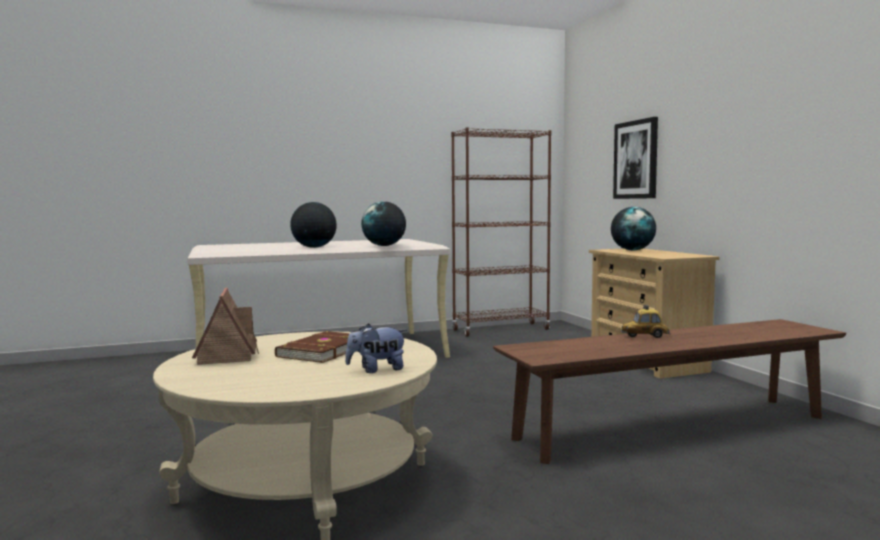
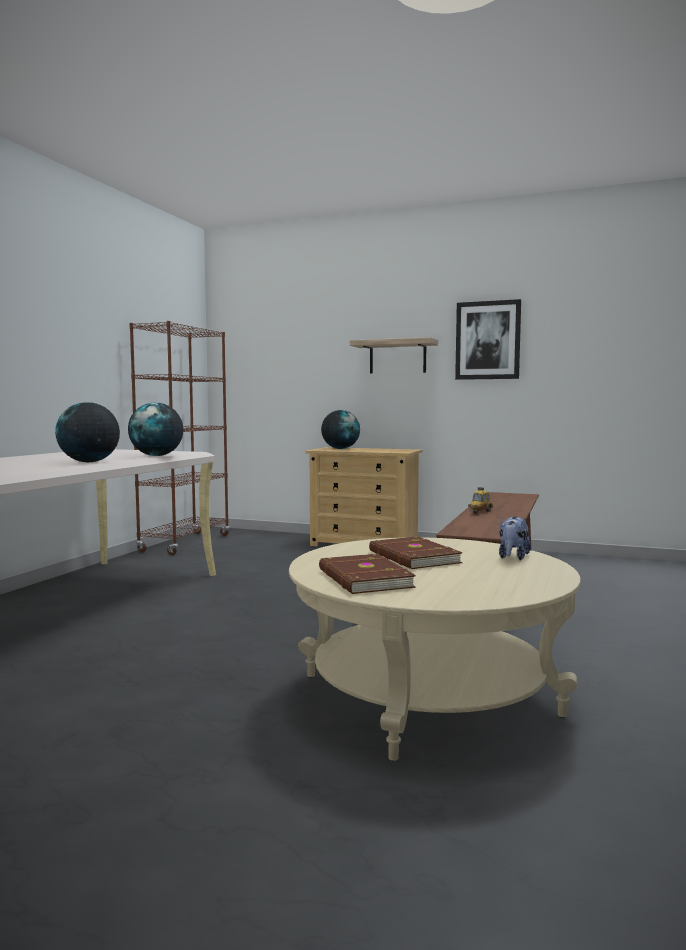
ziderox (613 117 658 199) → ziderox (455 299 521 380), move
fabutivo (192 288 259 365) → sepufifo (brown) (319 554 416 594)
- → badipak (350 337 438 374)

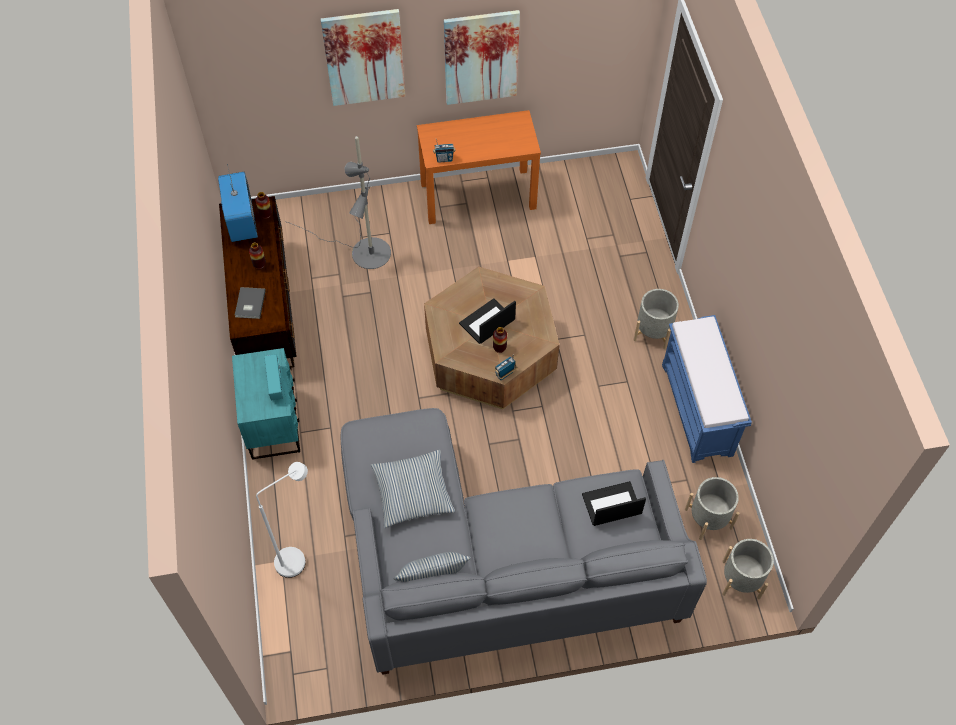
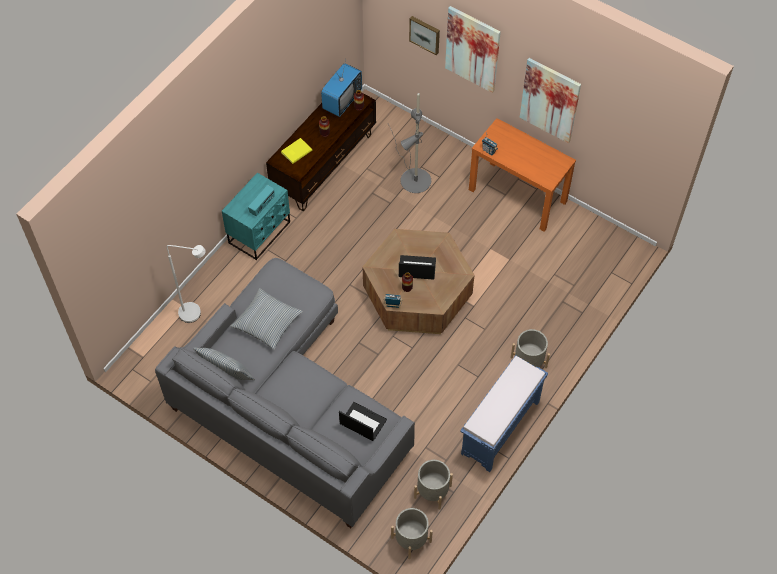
sepufifo (grey) (235 287 266 319) → sepufifo (yellow) (281 138 312 164)
- → ziderox (409 16 440 55)

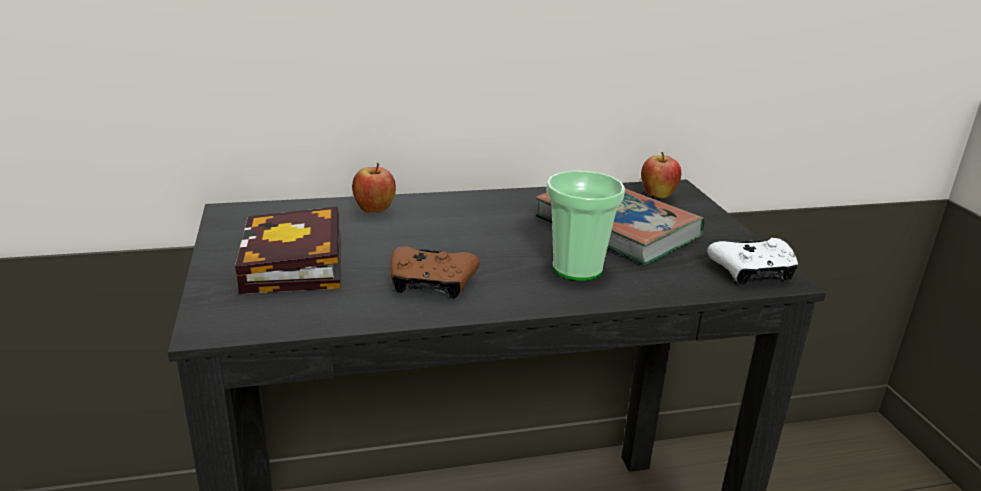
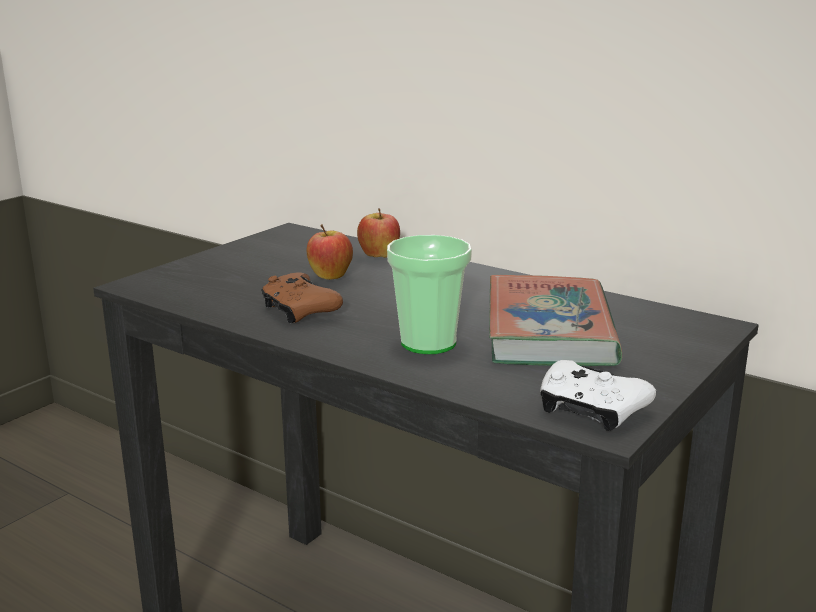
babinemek (641 152 681 198) → babinemek (307 224 353 280), move
sepufifo (235 207 340 294) → -

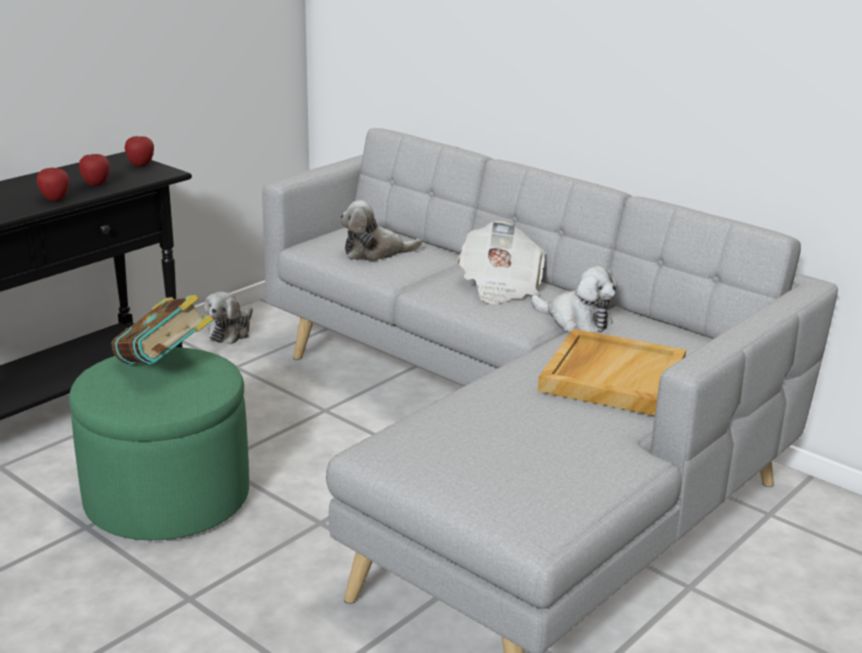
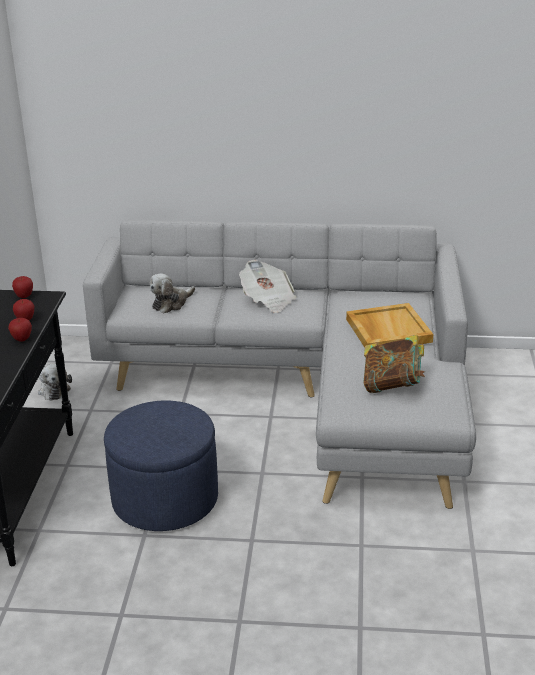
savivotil (531 266 617 333) → -
sepufifo (112 295 213 364) → sepufifo (364 335 425 393), move
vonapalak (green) (69 347 249 540) → vonapalak (blue) (104 400 218 531)

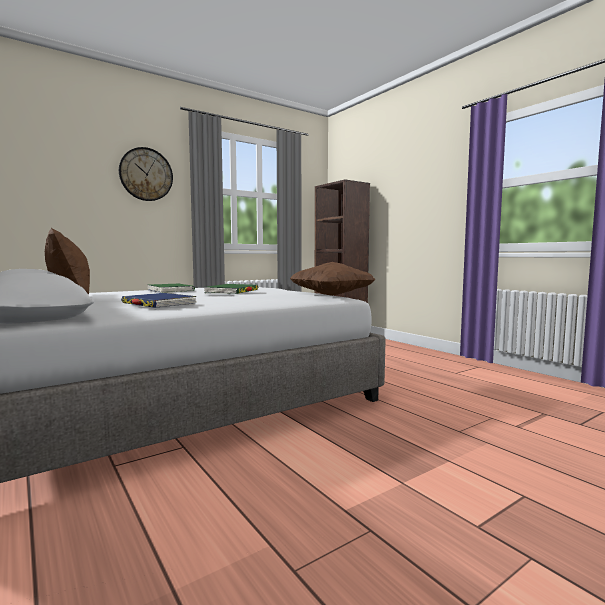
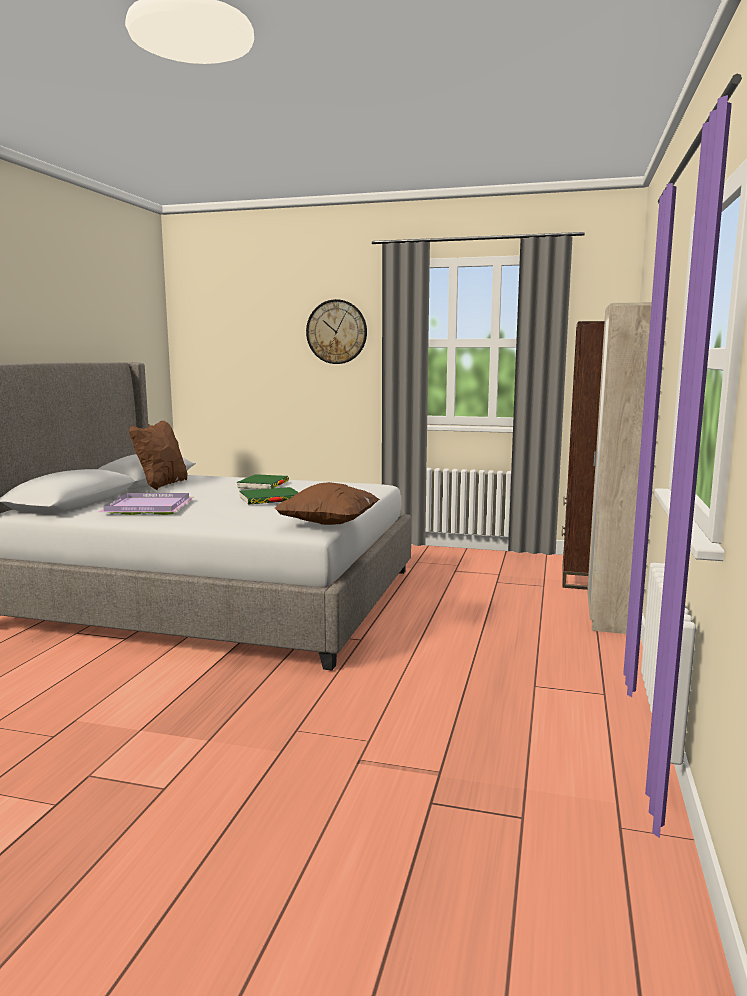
sepufifo (blue) (121 293 197 308) → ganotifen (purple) (99 493 194 515)
- → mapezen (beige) (587 302 652 634)

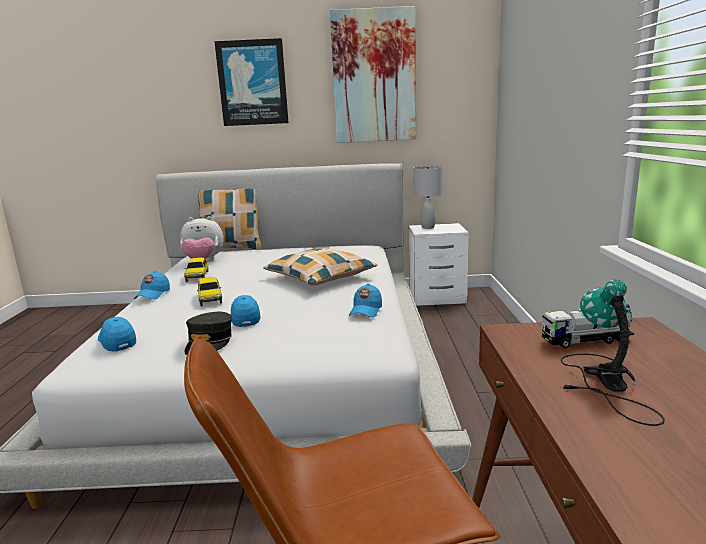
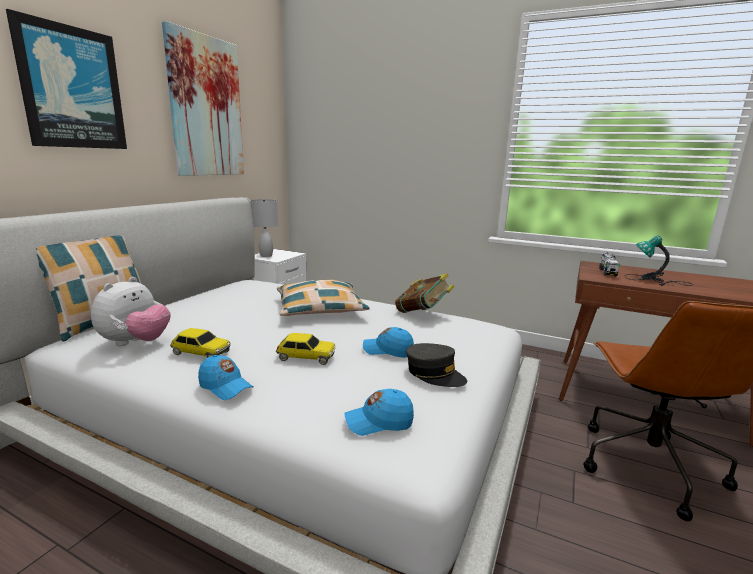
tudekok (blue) (349 284 382 318) → sepufifo (395 273 454 313)

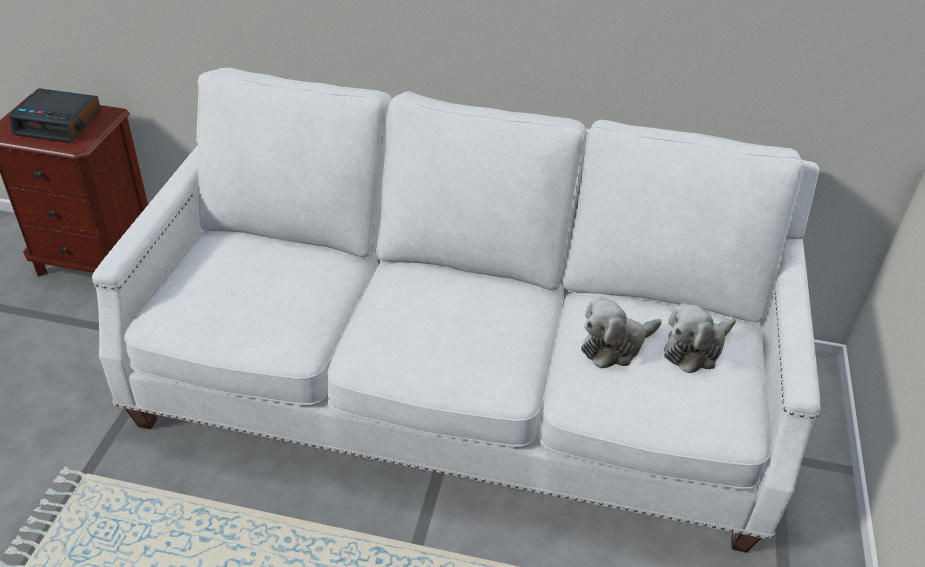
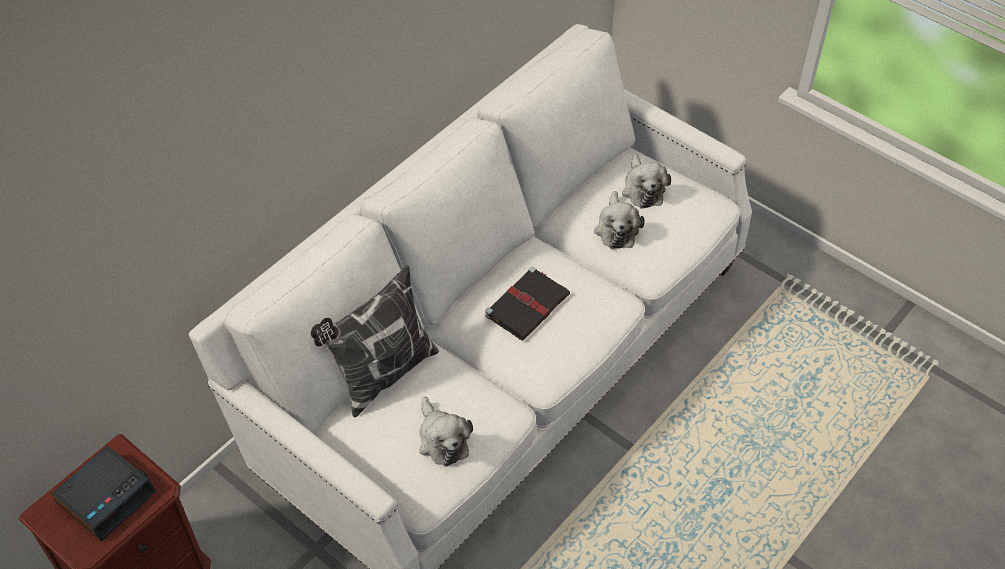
- → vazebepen (311 265 439 417)
- → sepufifo (black) (485 267 570 341)
- → savivotil (419 397 473 467)

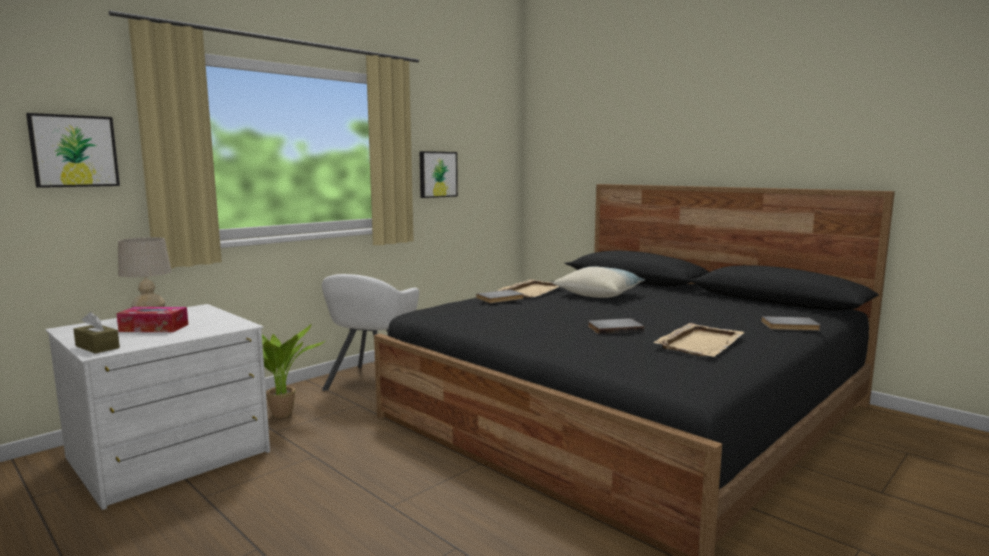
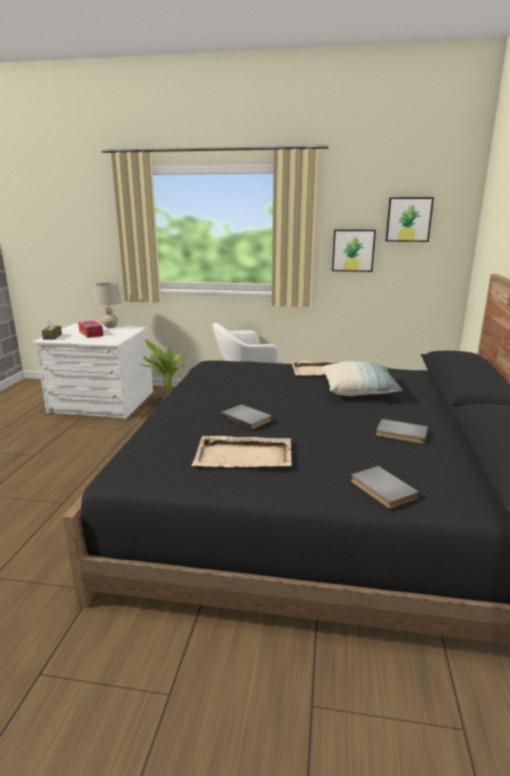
ziderox (26 113 120 188) → ziderox (386 197 434 242), move
sepufifo (grey) (476 290 524 303) → sepufifo (grey) (376 419 428 444), move

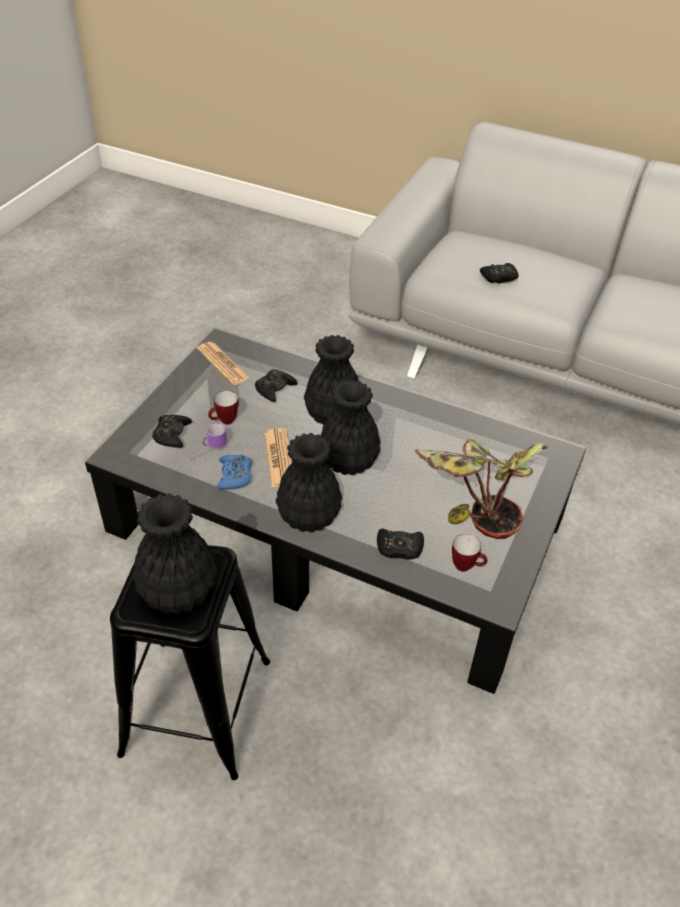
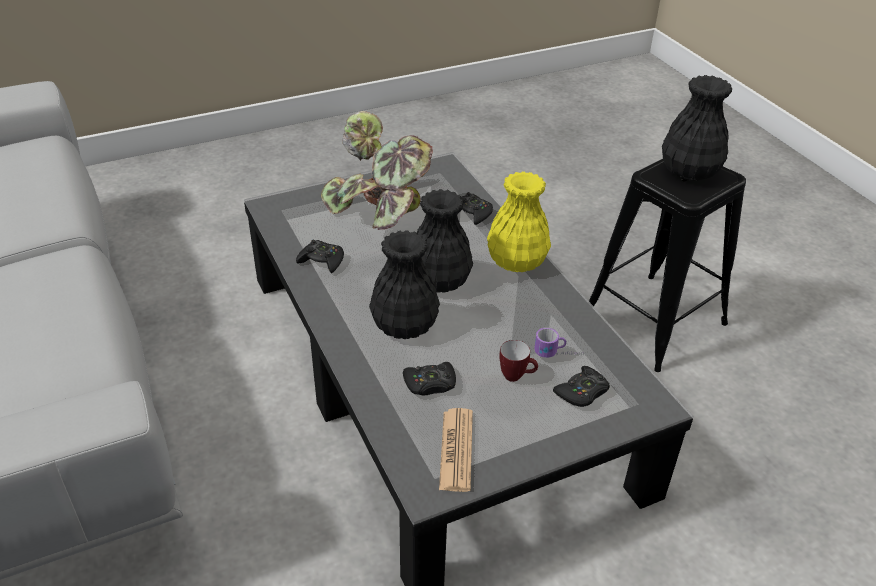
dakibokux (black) (480 263 518 283) → dakibokux (black) (296 240 344 273), move
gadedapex (264 428 292 488) → -
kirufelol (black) (276 433 342 532) → kirufelol (yellow) (487 171 551 272)
dakibokux (blue) (217 454 252 489) → -
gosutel (452 534 487 572) → -

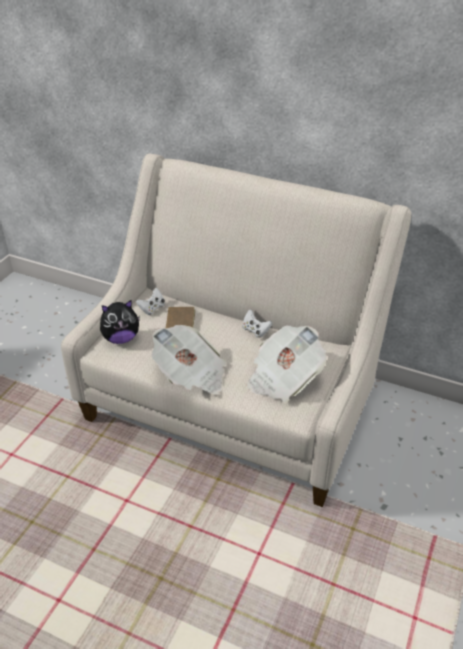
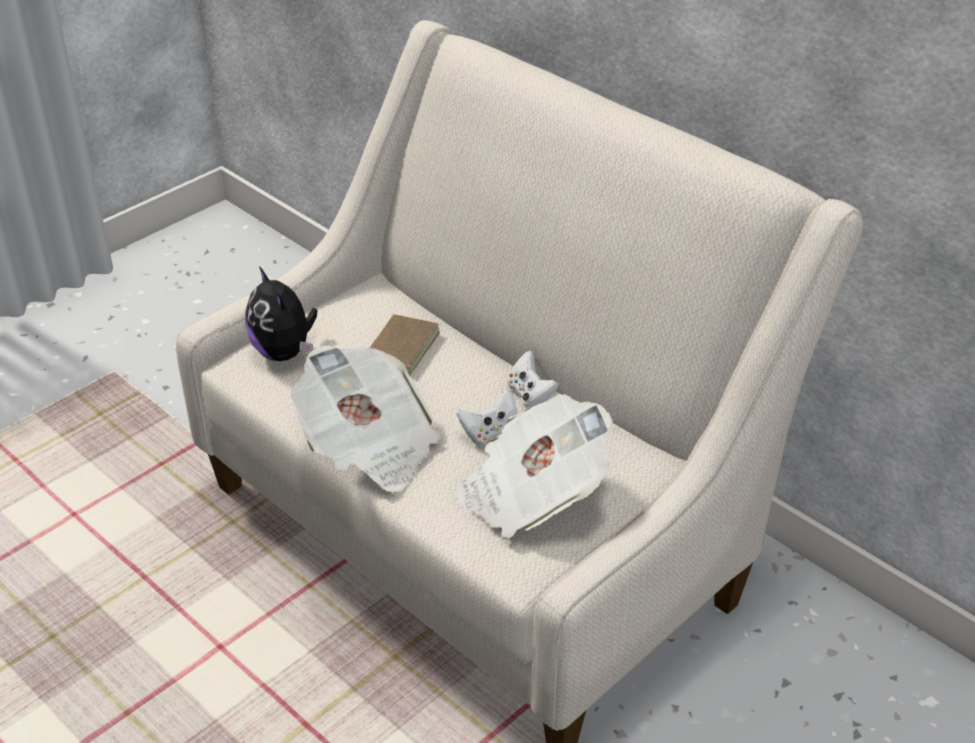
dakibokux (white) (136 288 165 315) → dakibokux (white) (456 390 518 446), move
savivotil (100 300 140 344) → savivotil (245 266 317 361), 60 degrees clockwise

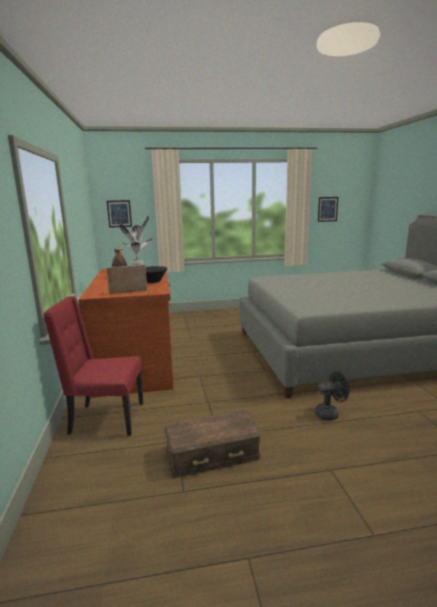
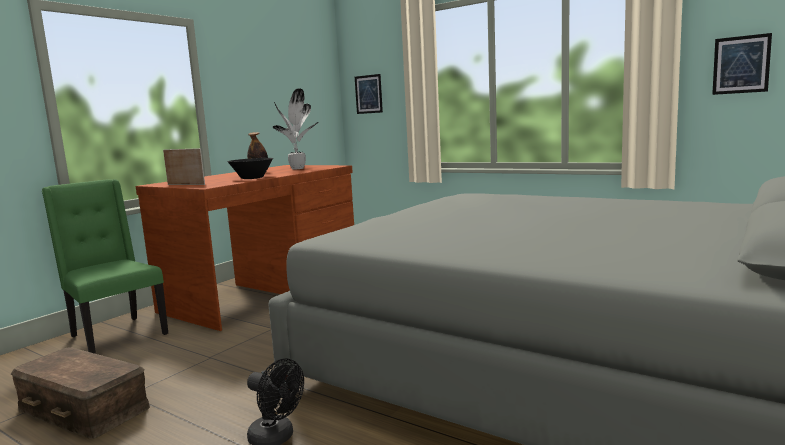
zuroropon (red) (43 296 143 436) → zuroropon (green) (42 179 168 354)

